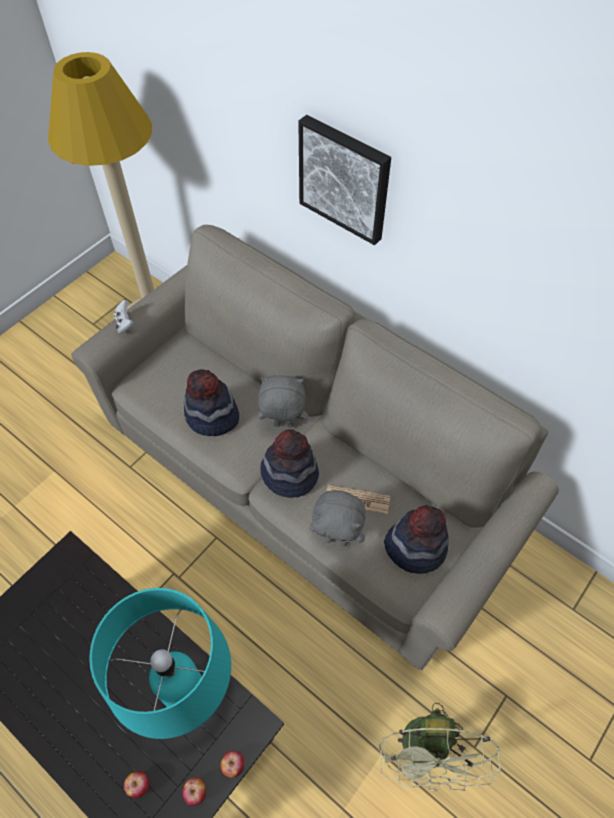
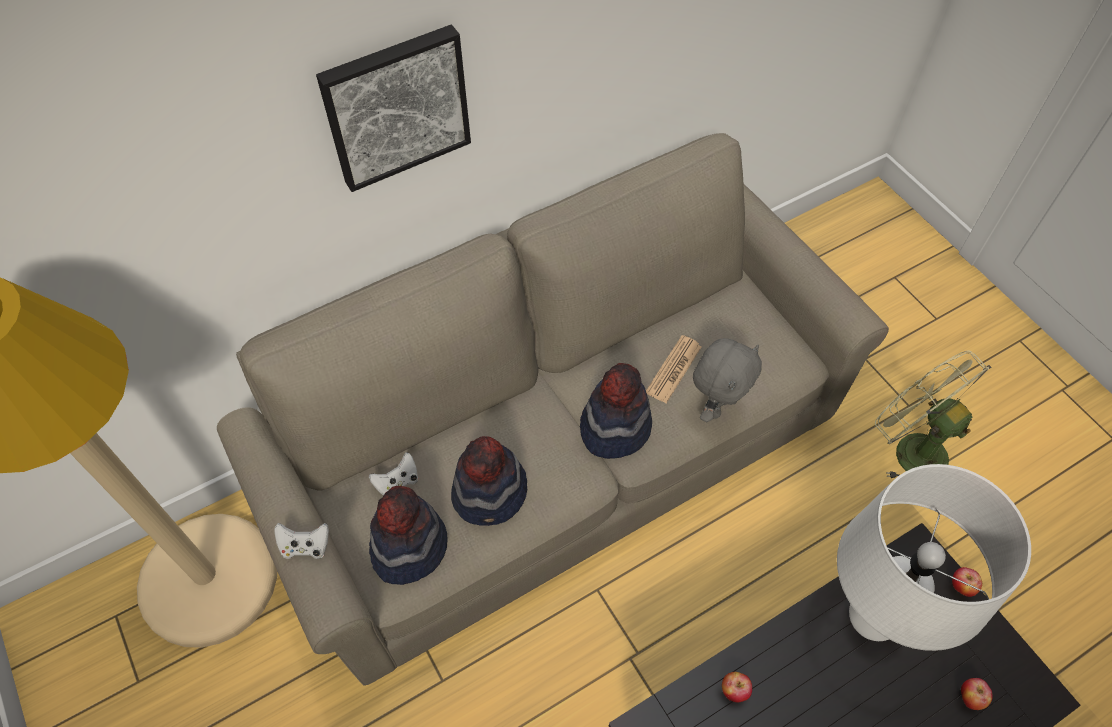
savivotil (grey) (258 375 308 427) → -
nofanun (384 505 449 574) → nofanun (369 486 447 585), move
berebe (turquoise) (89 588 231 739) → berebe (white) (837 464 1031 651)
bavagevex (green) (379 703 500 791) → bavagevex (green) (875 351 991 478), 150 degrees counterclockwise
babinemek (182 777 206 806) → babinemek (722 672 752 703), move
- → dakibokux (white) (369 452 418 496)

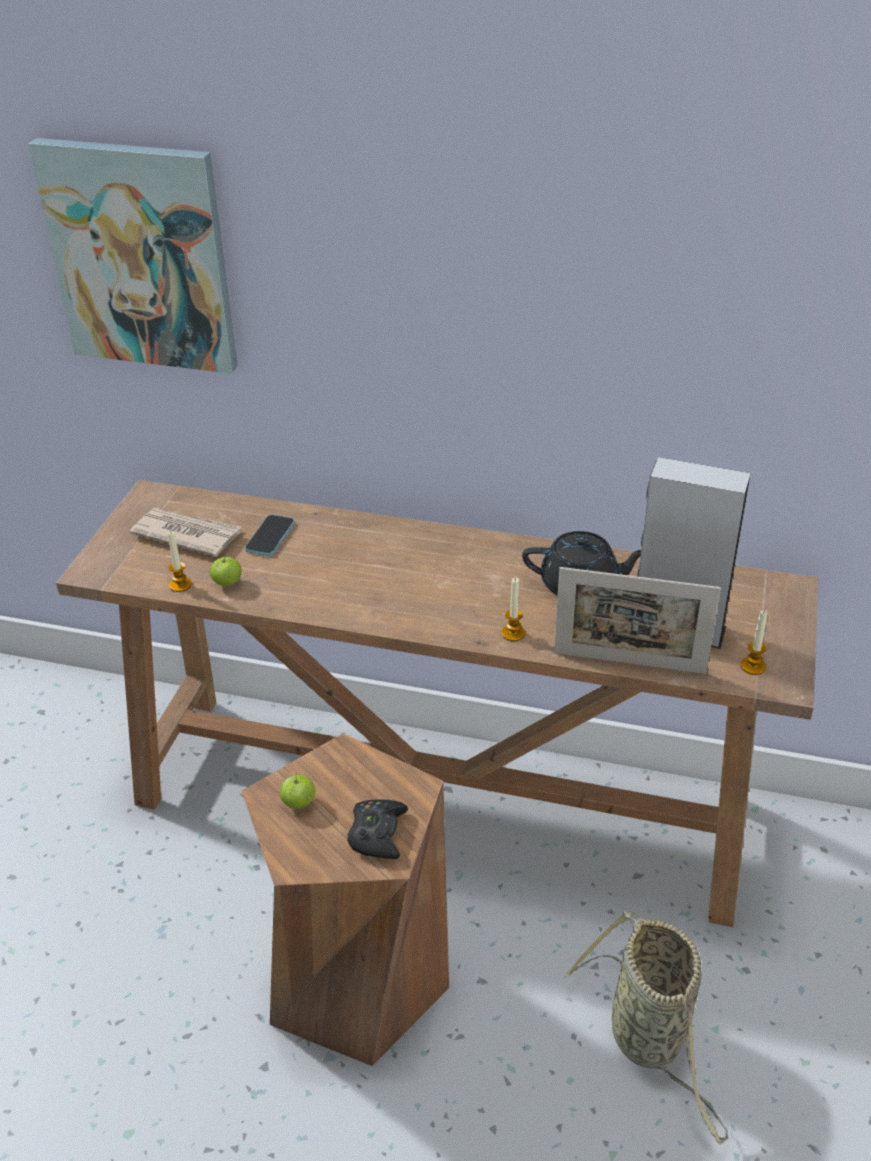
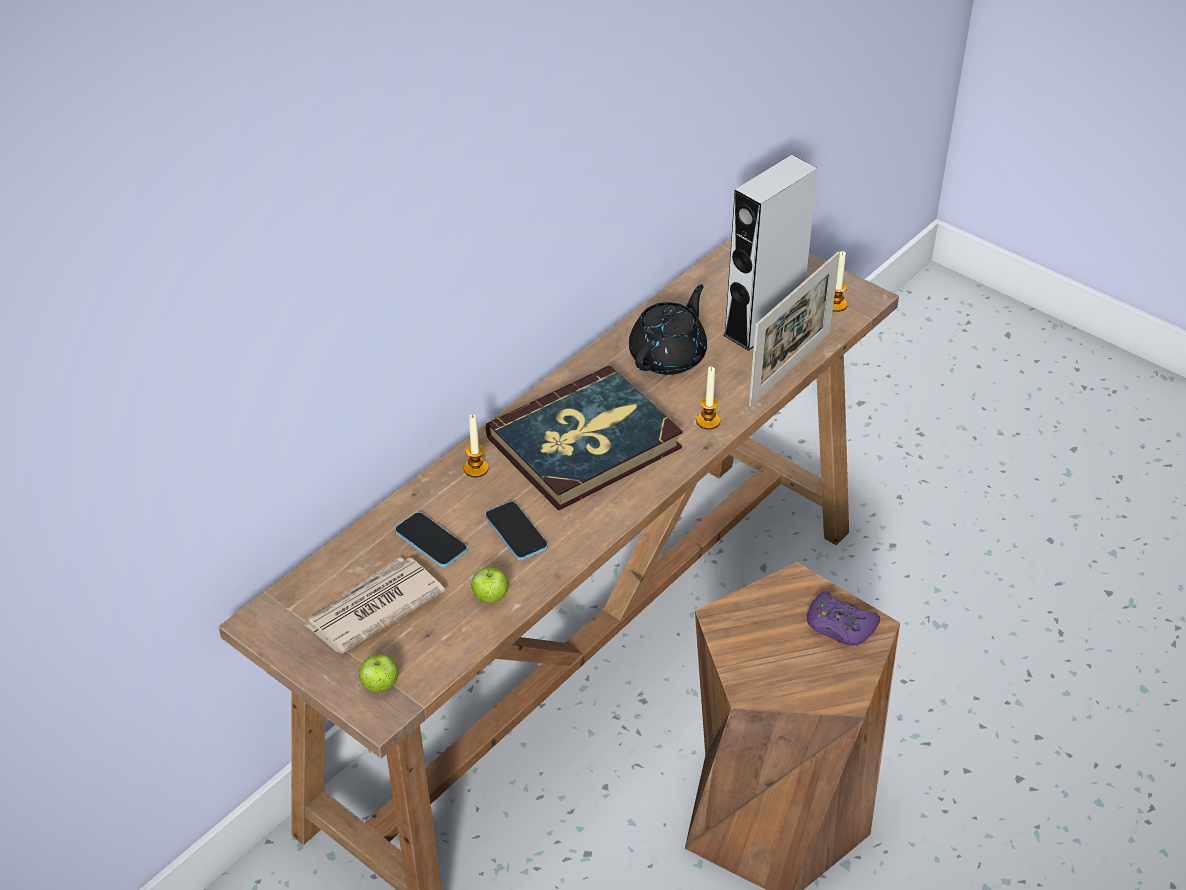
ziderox (28 138 238 374) → -
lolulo (168 530 192 592) → lolulo (464 414 489 477), move
babinemek (280 772 315 809) → babinemek (359 655 398 692), move
dakibokux (black) (347 799 408 859) → dakibokux (purple) (807 591 880 646)
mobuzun (564 912 728 1145) → -
- → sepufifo (486 366 683 511)
- → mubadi (485 501 548 560)

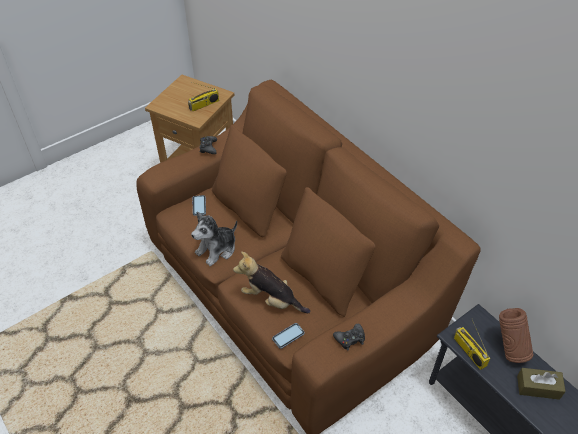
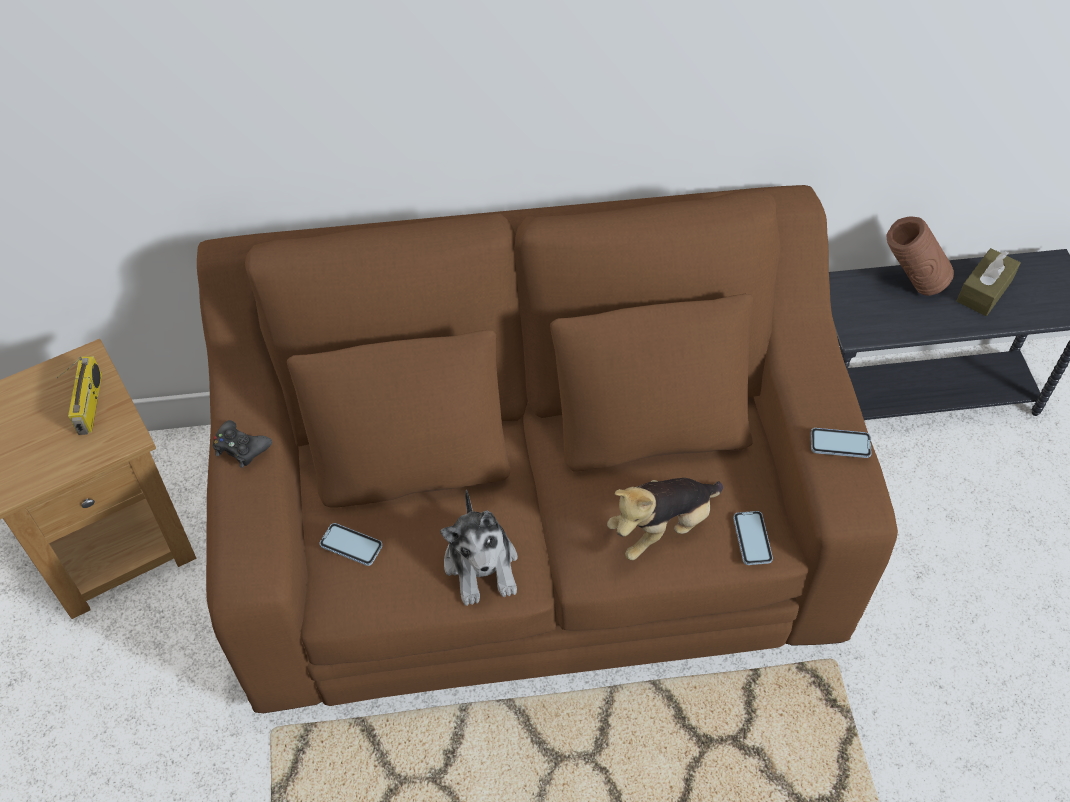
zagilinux (454 320 491 370) → -
dakibokux (black) (333 324 365 351) → mubadi (811 428 872 458)

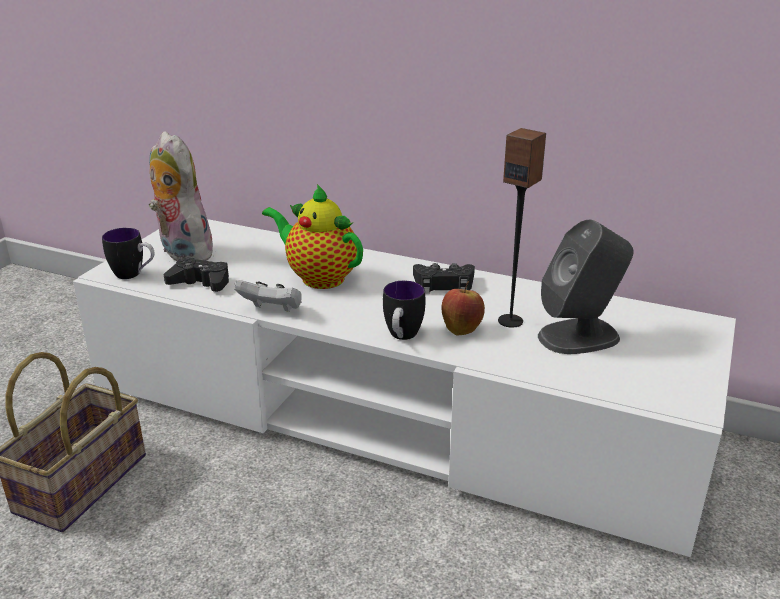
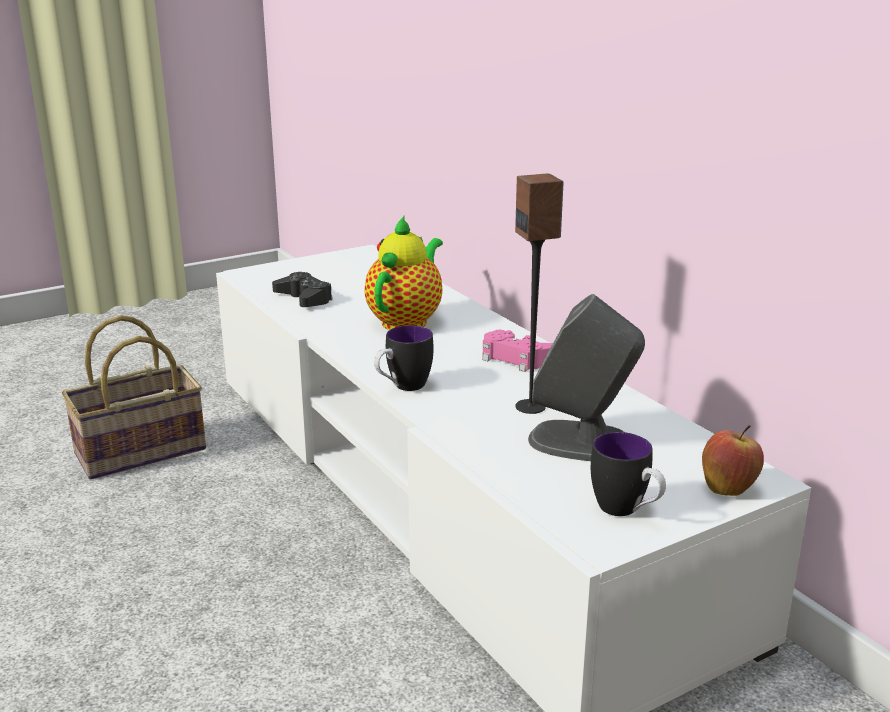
savivotil (149 131 217 261) → -
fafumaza (262 184 363 289) → fafumaza (364 216 443 330), 45 degrees clockwise
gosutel (102 228 155 279) → gosutel (591 432 666 516), move
dakibokux (black) (413 263 475 294) → dakibokux (pink) (482 330 553 372)
dakibokux (white) (234 280 302 312) → -
babinemek (442 281 485 335) → babinemek (702 425 764 496), move

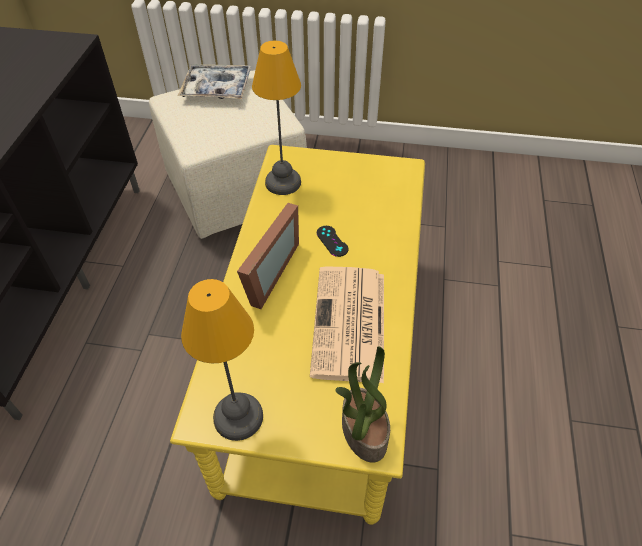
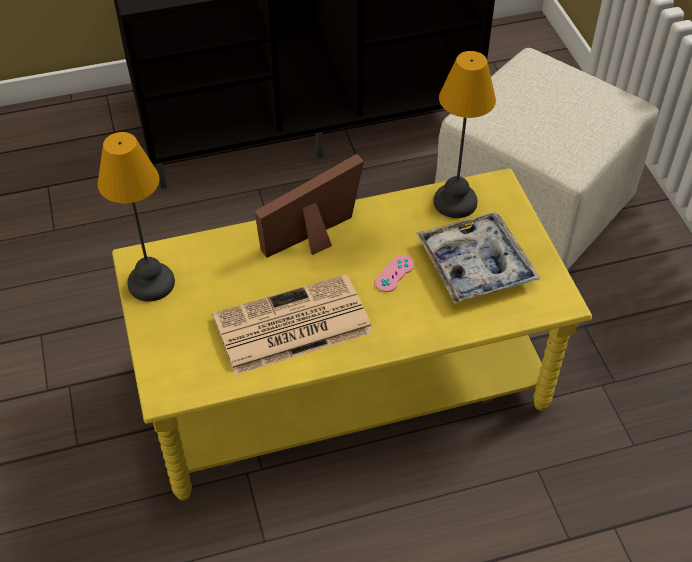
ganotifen (178 64 252 99) → ganotifen (416 212 540 304), move
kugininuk (237 203 299 309) → kugininuk (255 154 364 258), 150 degrees clockwise
dakibokux (black) (317 226 348 257) → dakibokux (pink) (374 255 414 292)
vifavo (335 346 390 463) → -

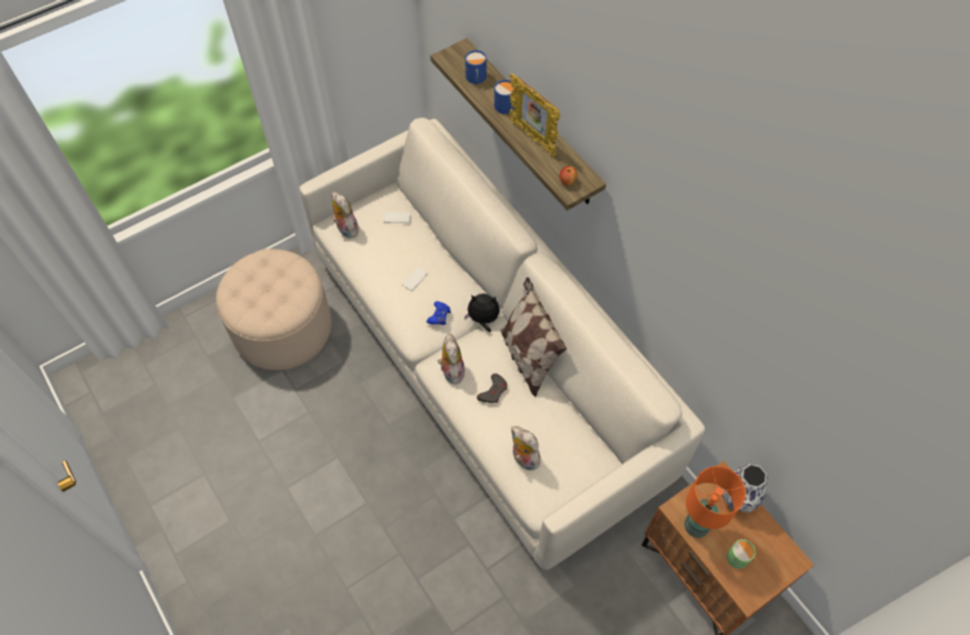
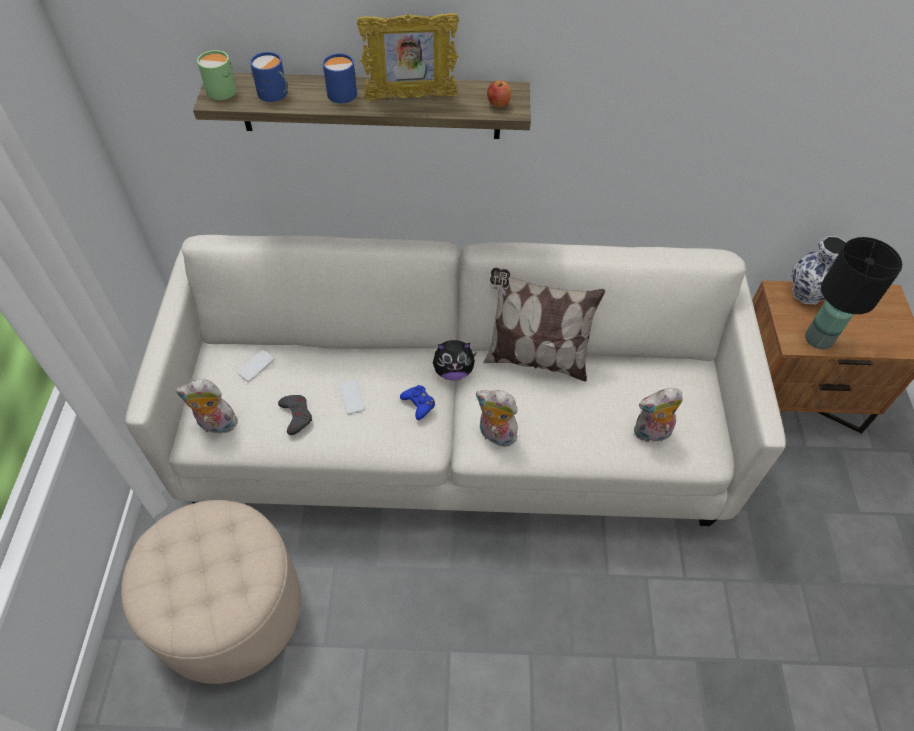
savivotil (464 293 500 332) → savivotil (433 340 477 381), 135 degrees counterclockwise
dakibokux (grey) (477 373 507 403) → dakibokux (grey) (278 395 312 435), move
berebe (orange) (684 466 746 538) → berebe (black) (805 237 902 350)
gosutel (green) (726 539 756 569) → gosutel (green) (197 50 237 100), move

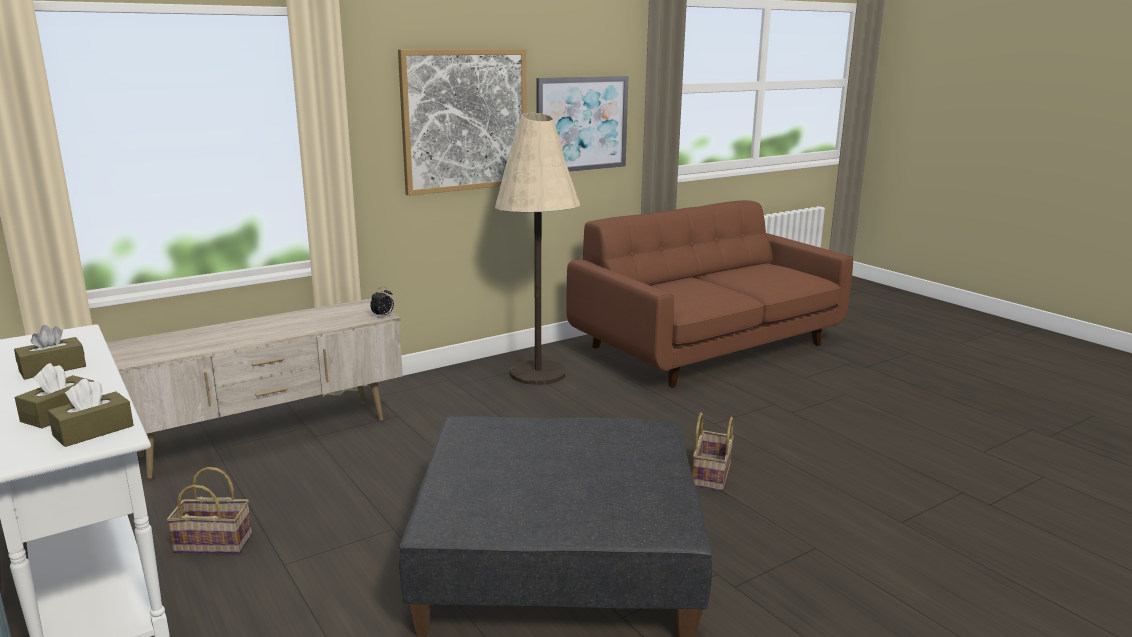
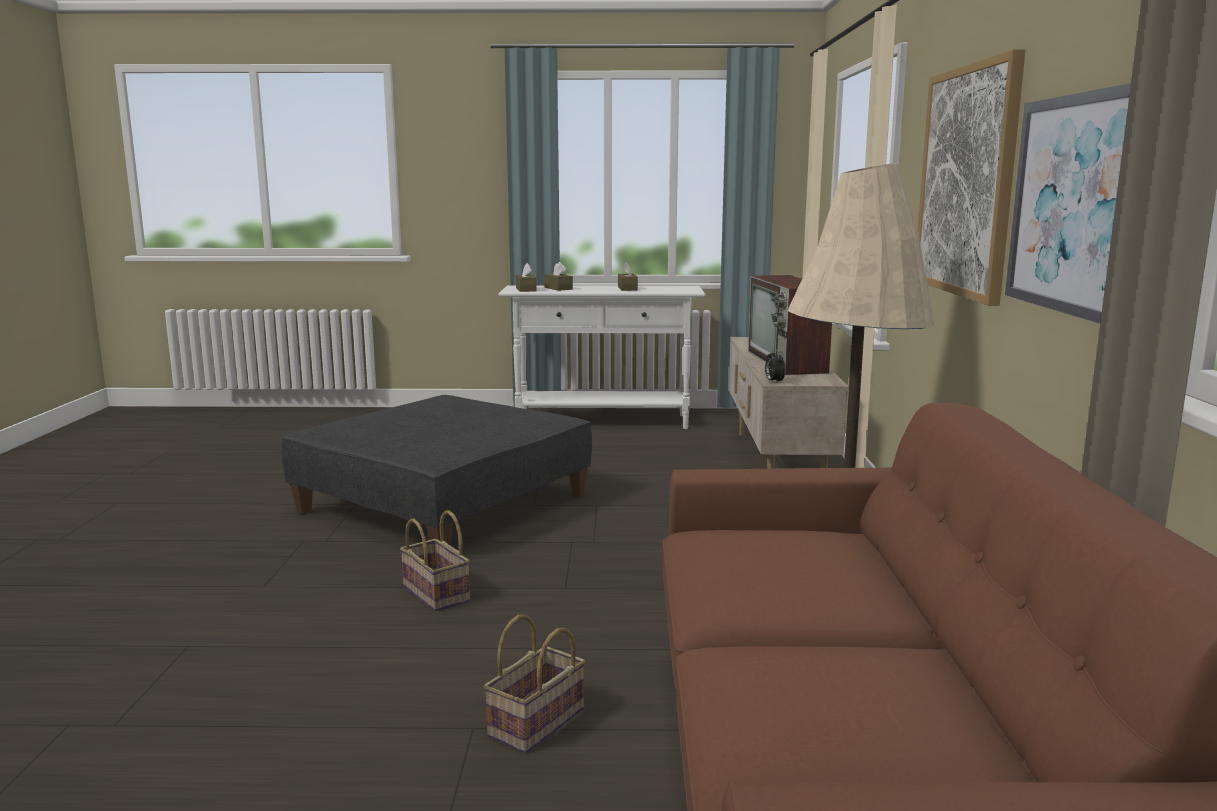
mobuzun (167 467 252 554) → mobuzun (484 614 585 753), move
- → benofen (748 275 832 375)

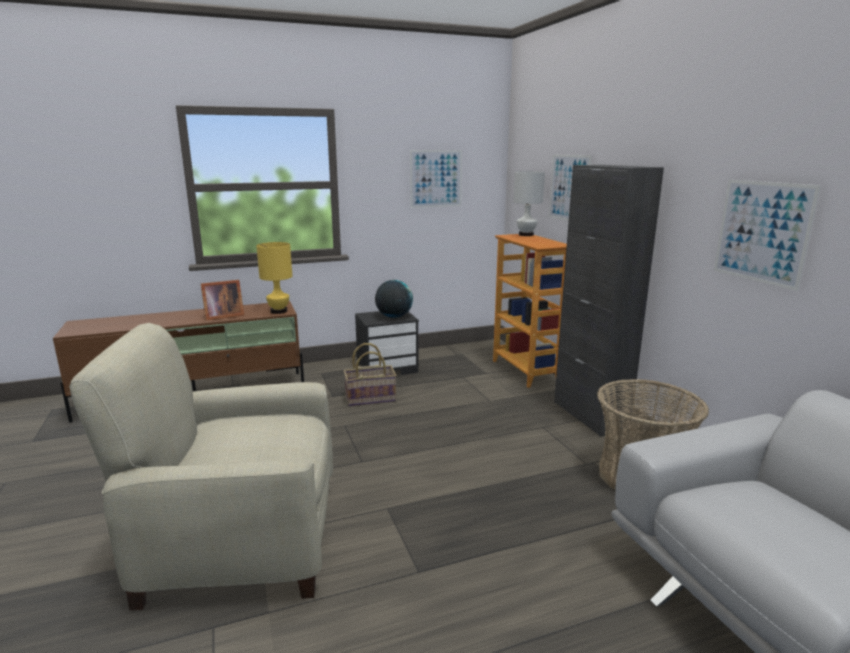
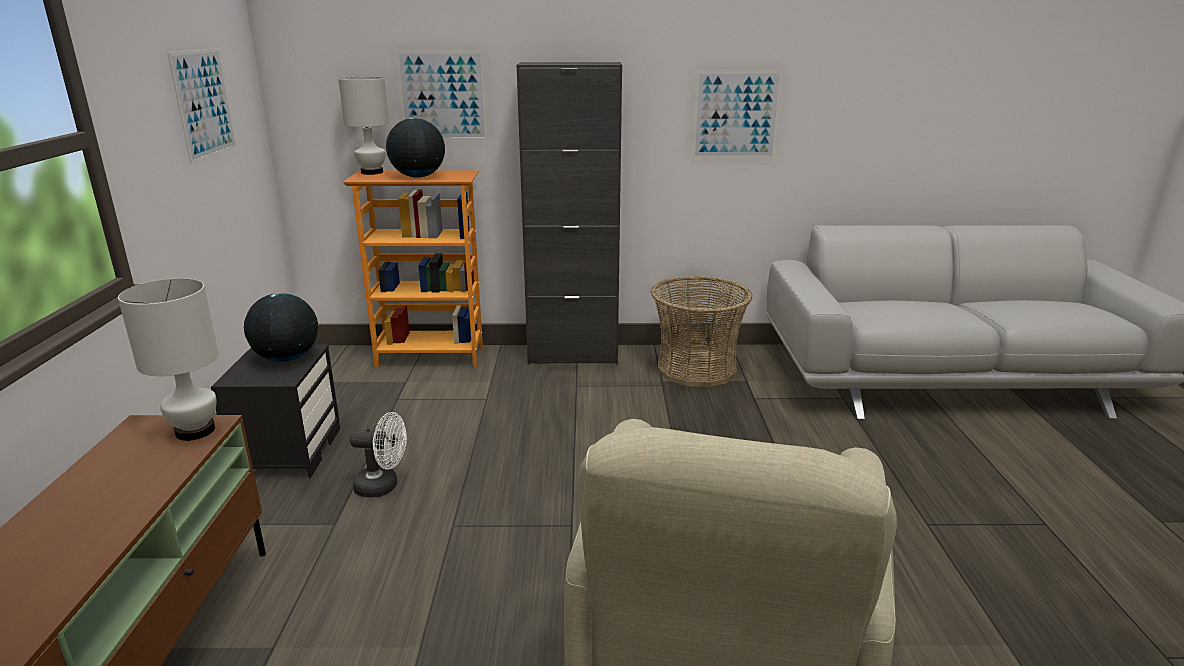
berebe (yellow) (256 242 292 314) → berebe (white) (118 278 218 441)
kugininuk (201 280 244 320) → -
mobuzun (344 343 396 406) → bavagevex (white) (350 412 407 497)
- → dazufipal (386 118 445 178)

